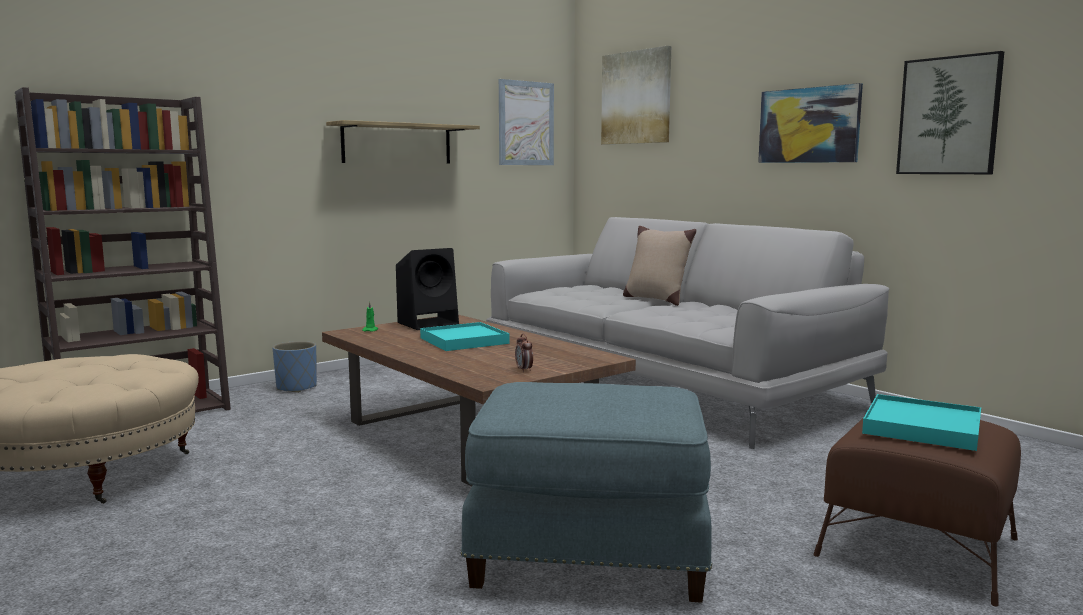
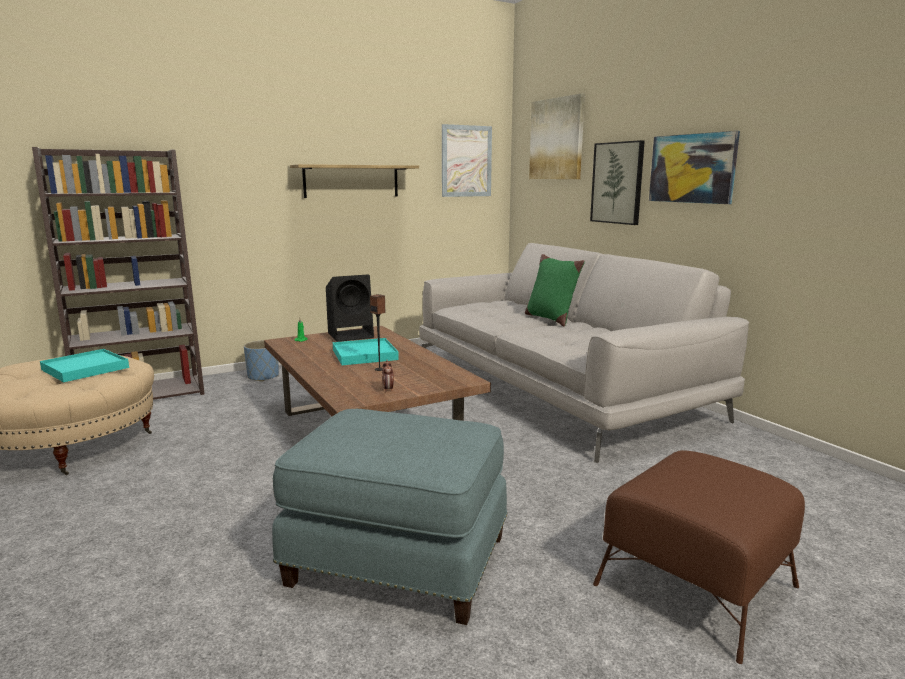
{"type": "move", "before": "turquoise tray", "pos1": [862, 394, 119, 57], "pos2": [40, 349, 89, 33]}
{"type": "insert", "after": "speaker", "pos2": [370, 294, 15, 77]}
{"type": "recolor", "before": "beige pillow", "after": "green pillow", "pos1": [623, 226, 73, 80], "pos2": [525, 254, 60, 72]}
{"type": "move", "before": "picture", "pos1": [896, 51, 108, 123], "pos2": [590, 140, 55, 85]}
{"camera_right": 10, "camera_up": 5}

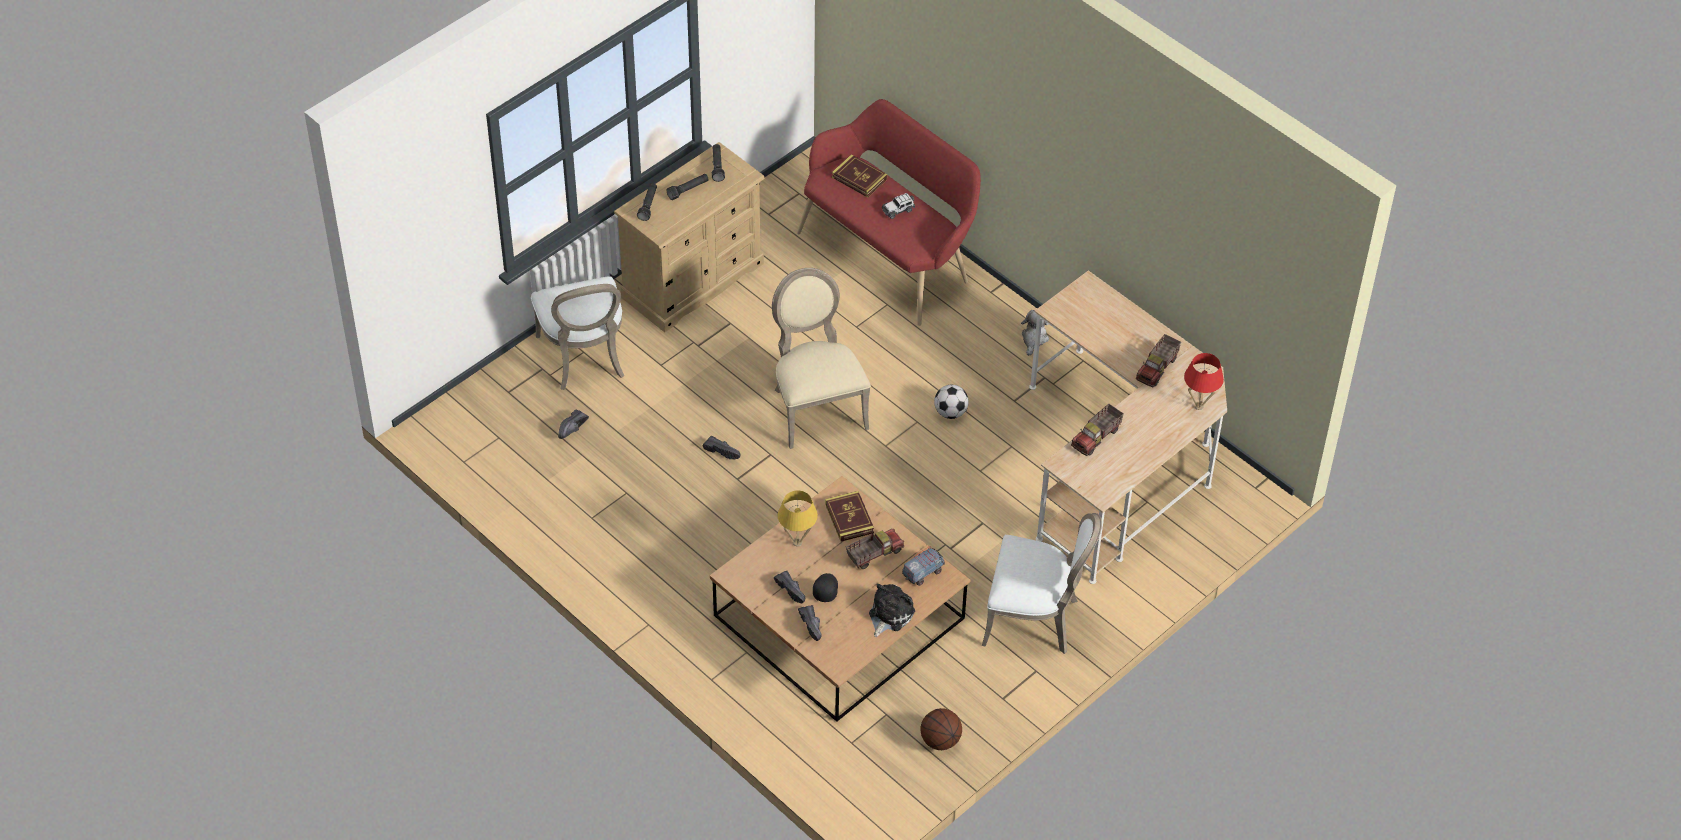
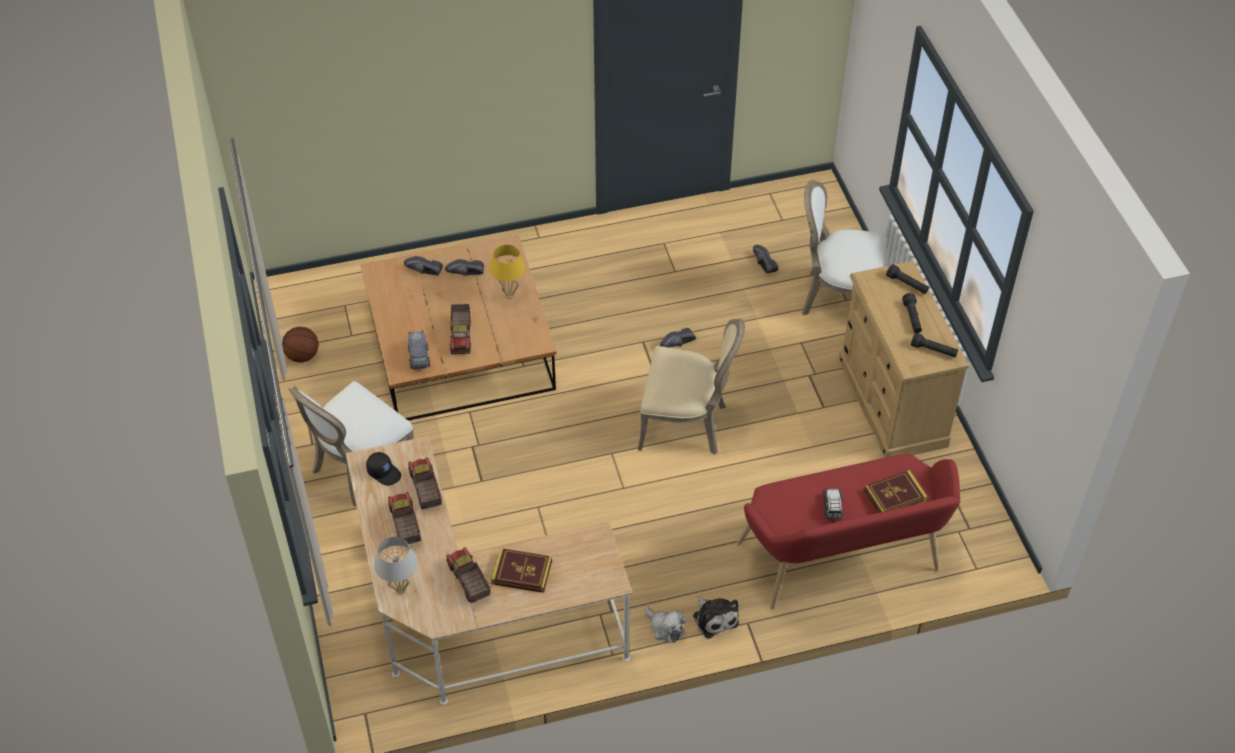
{"type": "move", "before": "black cap", "pos1": [813, 573, 25, 29], "pos2": [366, 452, 35, 34]}
{"type": "recolor", "before": "red table lamp", "after": "white table lamp", "pos1": [1184, 353, 40, 57], "pos2": [374, 537, 44, 58]}
{"type": "insert", "after": "toy truck", "pos2": [388, 492, 33, 52]}
{"type": "move", "before": "book", "pos1": [825, 491, 49, 51], "pos2": [491, 548, 61, 45]}
{"type": "move", "before": "plush toy", "pos1": [869, 584, 46, 53], "pos2": [693, 596, 46, 43]}
{"type": "delete", "before": "football", "pos1": [934, 385, 35, 34]}
{"camera_right": 120, "camera_up": 0}

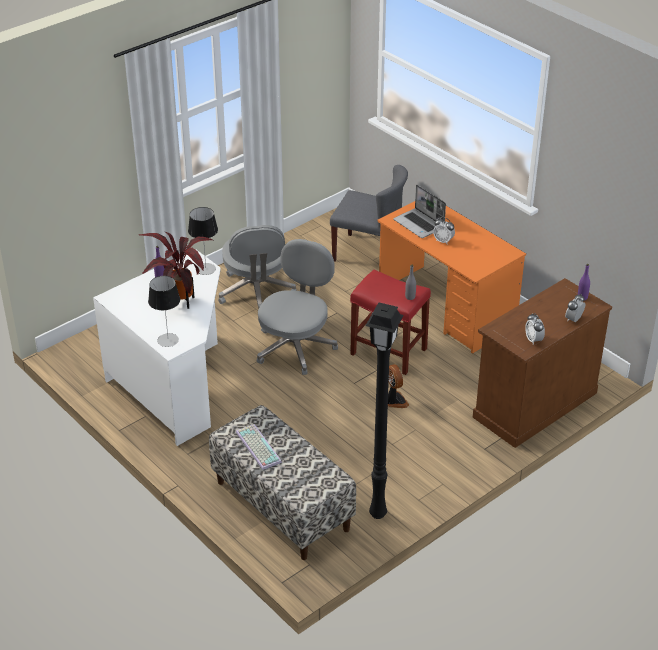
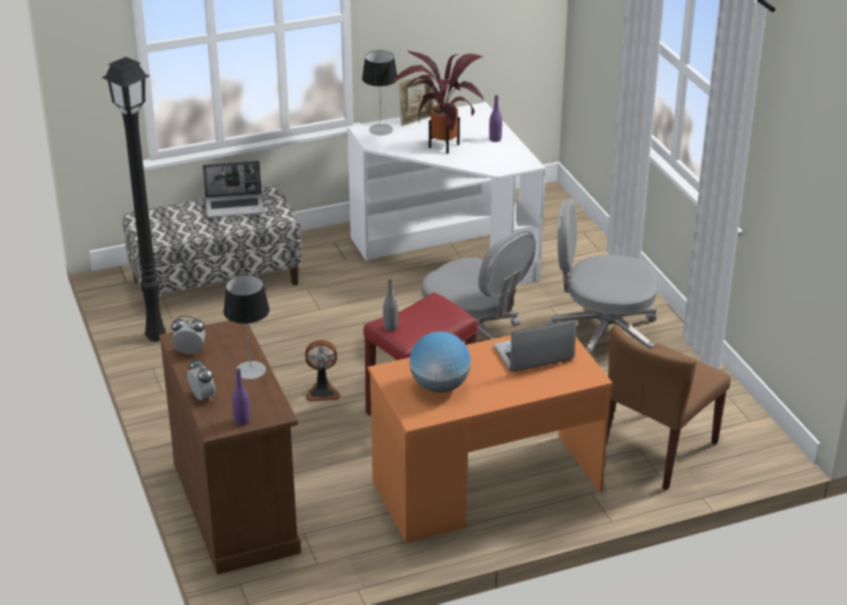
{"type": "replace", "before": "keyboard", "after": "laptop", "pos1": [236, 424, 46, 46], "pos2": [203, 161, 61, 57]}
{"type": "move", "before": "table lamp", "pos1": [188, 207, 30, 68], "pos2": [224, 275, 46, 104]}
{"type": "insert", "after": "picture frame", "pos2": [399, 72, 35, 54]}
{"type": "insert", "after": "globe", "pos2": [410, 331, 61, 62]}
{"type": "recolor", "before": "grey chair", "after": "brown chair", "pos1": [330, 165, 78, 97], "pos2": [606, 325, 125, 165]}
{"type": "delete", "before": "alarm clock", "pos1": [433, 217, 22, 28]}
{"camera_right": 110, "camera_up": -5}

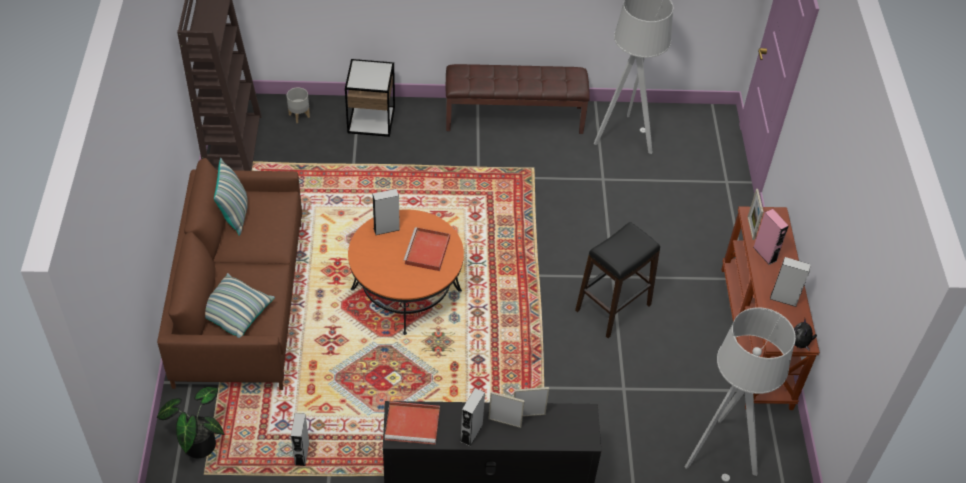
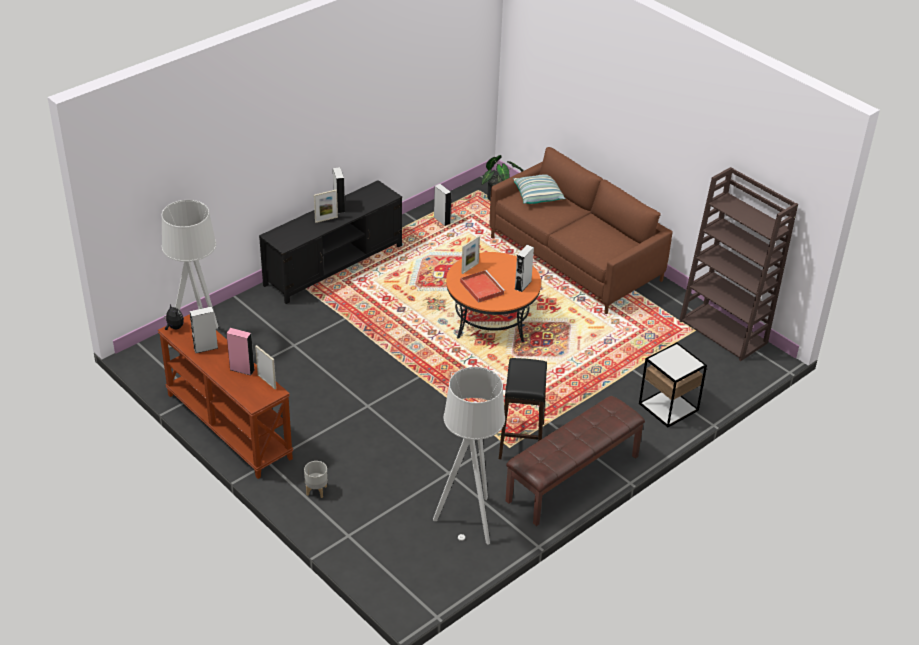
{"type": "move", "before": "grey planter", "pos1": [287, 87, 23, 36], "pos2": [304, 461, 24, 37]}
{"type": "move", "before": "picture frame", "pos1": [514, 387, 35, 30], "pos2": [461, 236, 19, 38]}
{"type": "move", "before": "black stool", "pos1": [575, 222, 85, 116], "pos2": [499, 358, 48, 101]}
{"type": "delete", "before": "pillow", "pos1": [214, 158, 34, 78]}
{"type": "delete", "before": "red tray", "pos1": [385, 401, 55, 44]}
{"camera_right": 140, "camera_up": -10}

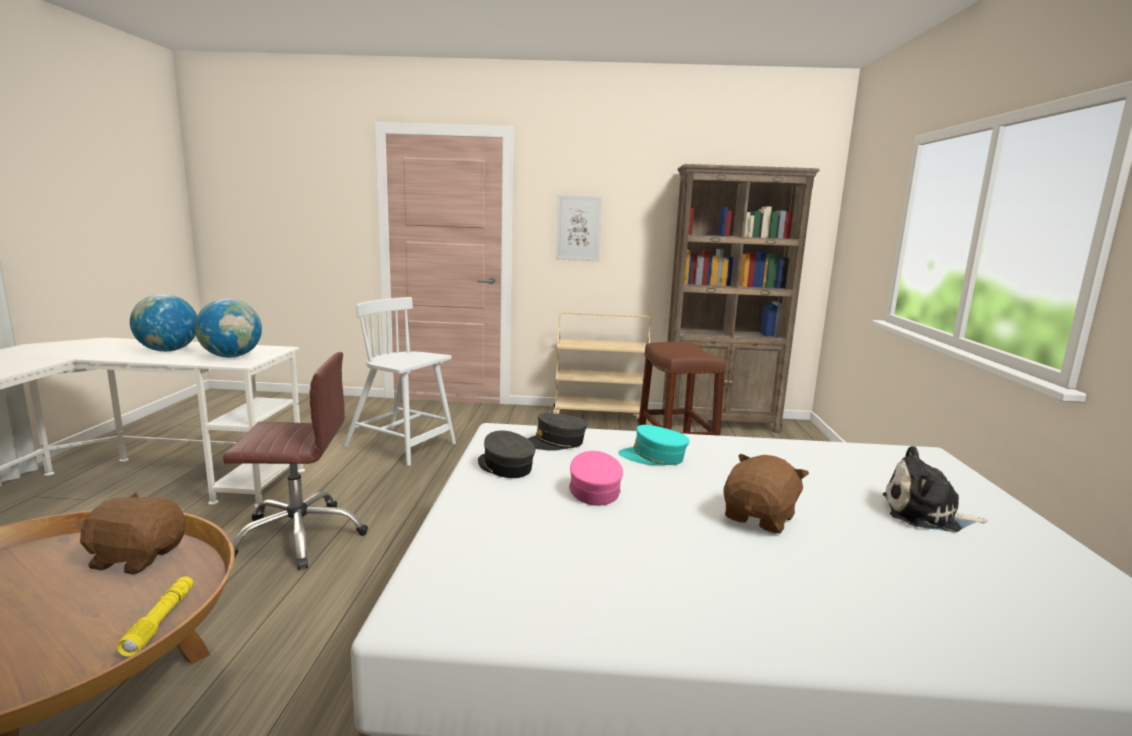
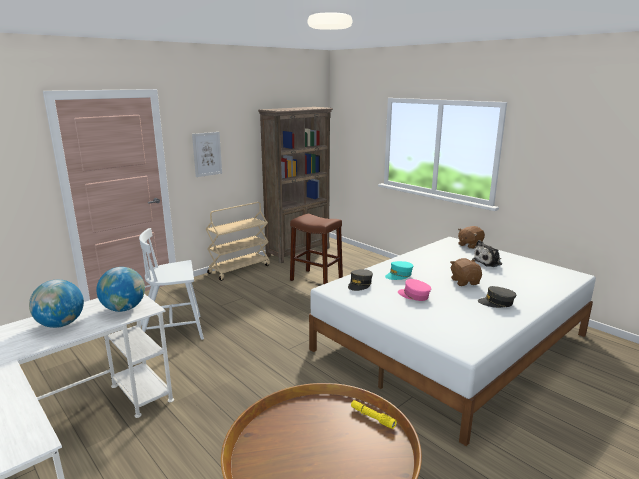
{"type": "move", "before": "brown plush toy", "pos1": [75, 492, 111, 83], "pos2": [458, 226, 27, 23]}
{"type": "move", "before": "grey cap", "pos1": [478, 430, 58, 48], "pos2": [478, 286, 38, 22]}
{"type": "delete", "before": "brown office chair", "pos1": [223, 352, 145, 218]}
{"camera_right": -45, "camera_up": 5}

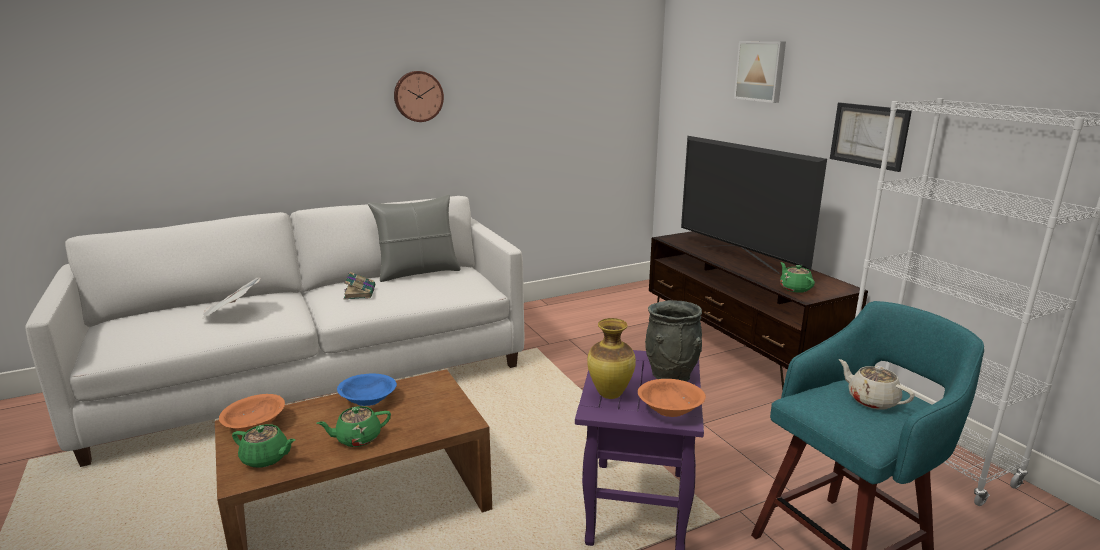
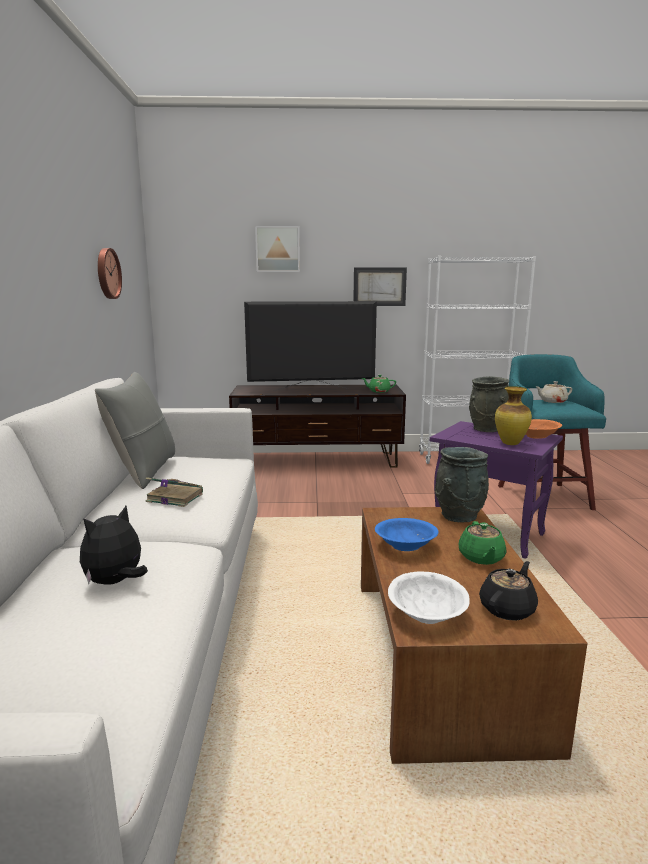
{"type": "replace", "before": "newspaper", "after": "plush toy", "pos1": [201, 278, 59, 42], "pos2": [80, 506, 68, 79]}
{"type": "move", "before": "wall clock", "pos1": [394, 71, 50, 51], "pos2": [98, 248, 24, 51]}
{"type": "recolor", "before": "orange bowl", "after": "white bowl", "pos1": [219, 394, 66, 38], "pos2": [388, 571, 82, 53]}
{"type": "insert", "after": "grey vase", "pos2": [435, 447, 54, 75]}
{"type": "recolor", "before": "green teapot", "after": "black teapot", "pos1": [232, 424, 64, 44], "pos2": [479, 561, 59, 60]}
{"camera_right": -65, "camera_up": -5}

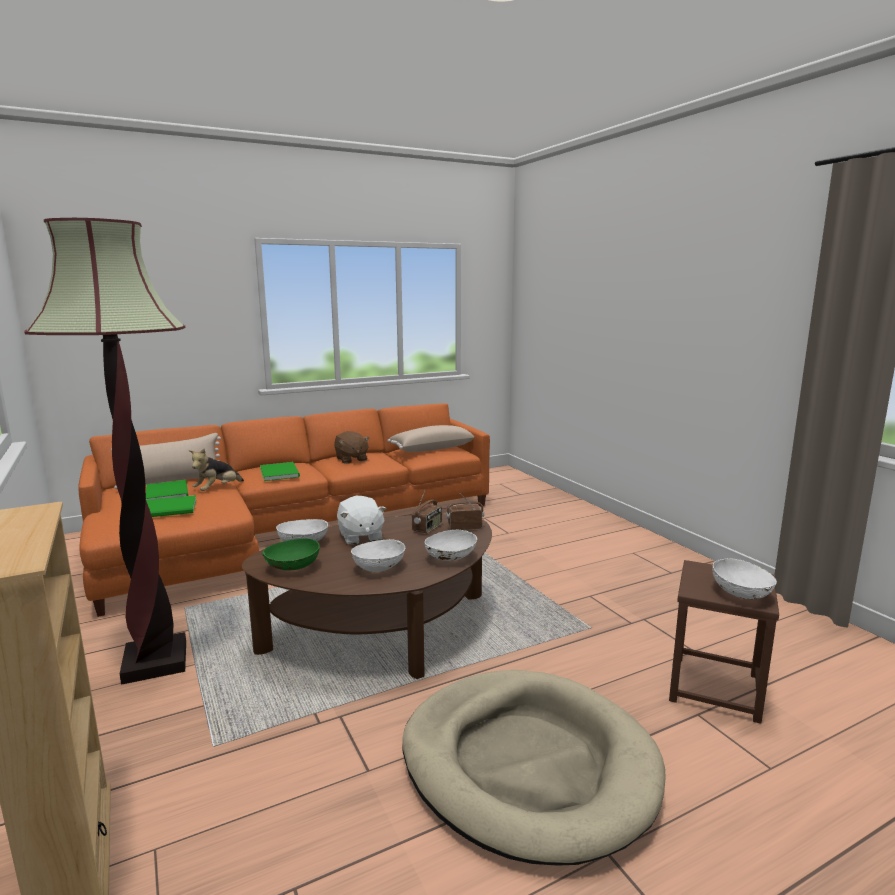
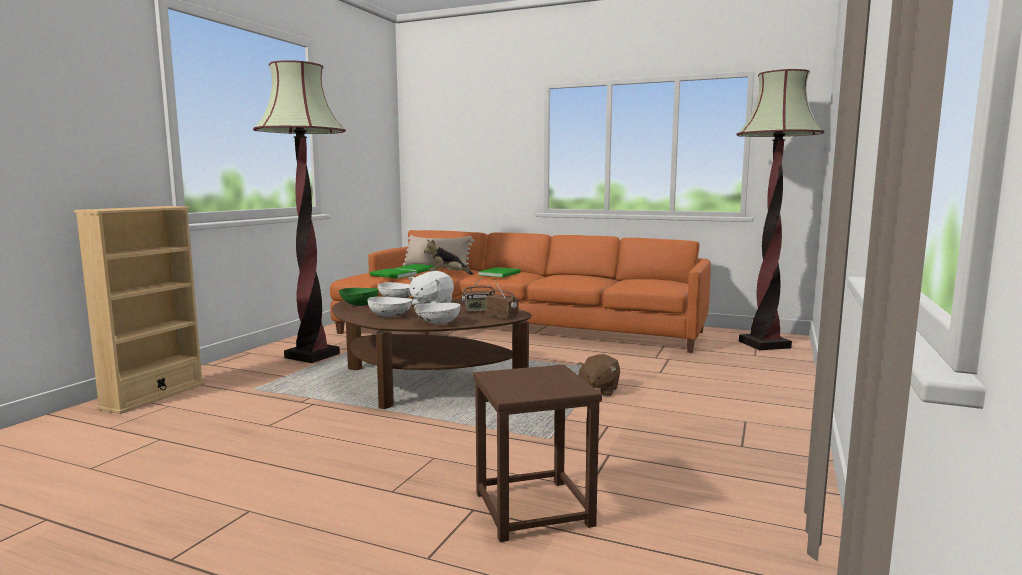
{"type": "move", "before": "brown plush toy", "pos1": [334, 431, 36, 33], "pos2": [577, 354, 43, 43]}
{"type": "insert", "after": "floor lamp", "pos2": [736, 69, 88, 281]}
{"type": "delete", "before": "beige pillow", "pos1": [387, 425, 87, 27]}
{"type": "delete", "before": "beige dog bed", "pos1": [402, 670, 264, 196]}
{"type": "delete", "before": "white bowl", "pos1": [712, 558, 65, 42]}
{"camera_right": 50, "camera_up": -5}

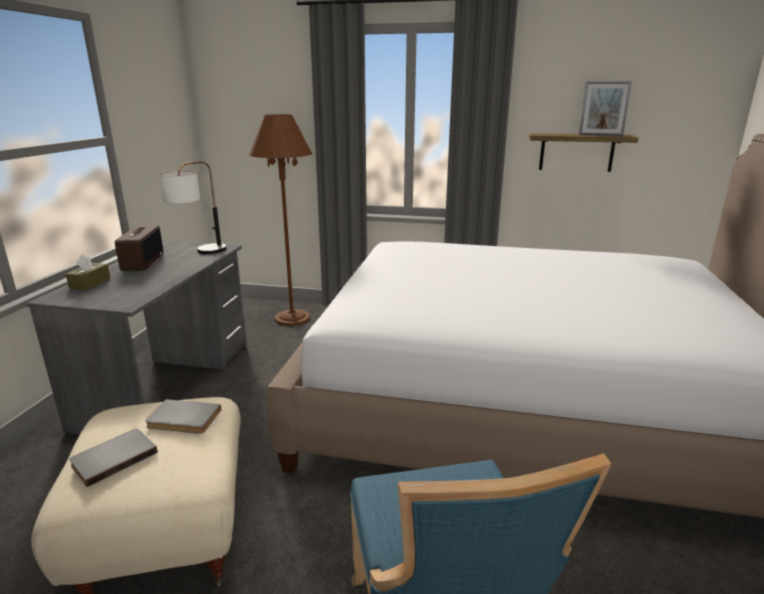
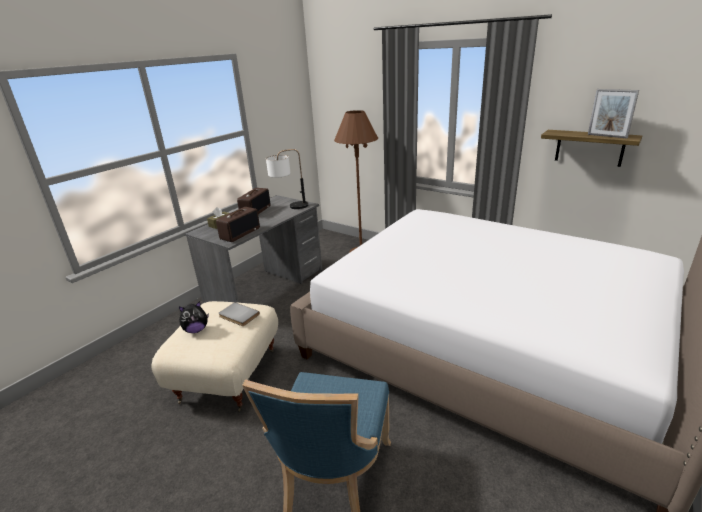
{"type": "replace", "before": "grey book", "after": "plush toy", "pos1": [69, 429, 89, 58], "pos2": [179, 301, 30, 32]}
{"type": "insert", "after": "radio", "pos2": [216, 207, 44, 35]}
{"camera_right": 25, "camera_up": 5}

